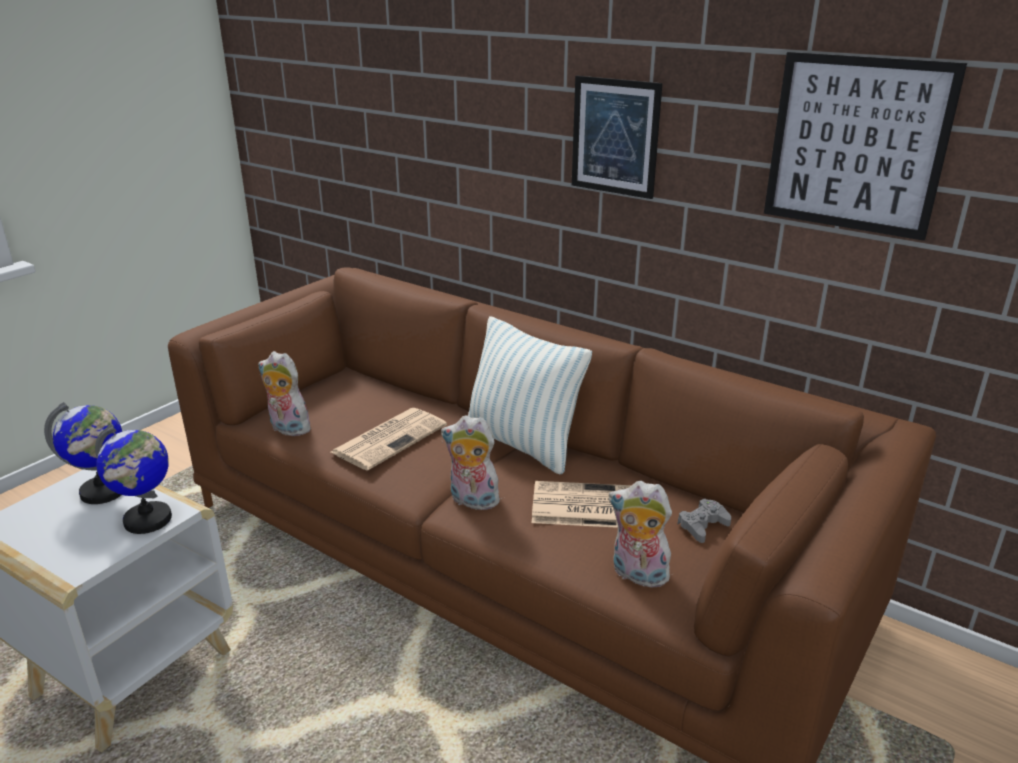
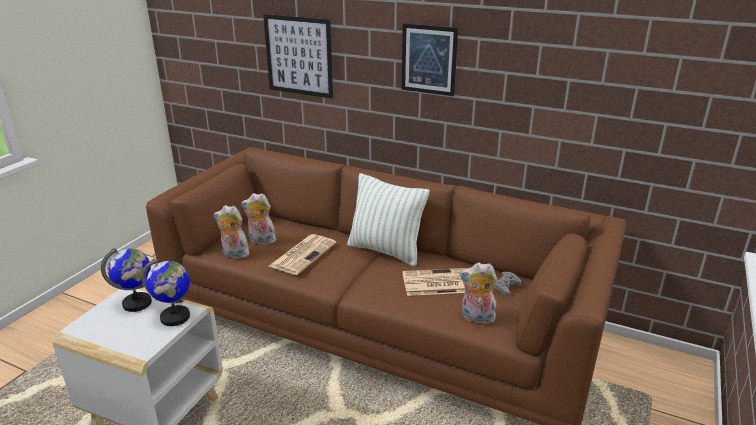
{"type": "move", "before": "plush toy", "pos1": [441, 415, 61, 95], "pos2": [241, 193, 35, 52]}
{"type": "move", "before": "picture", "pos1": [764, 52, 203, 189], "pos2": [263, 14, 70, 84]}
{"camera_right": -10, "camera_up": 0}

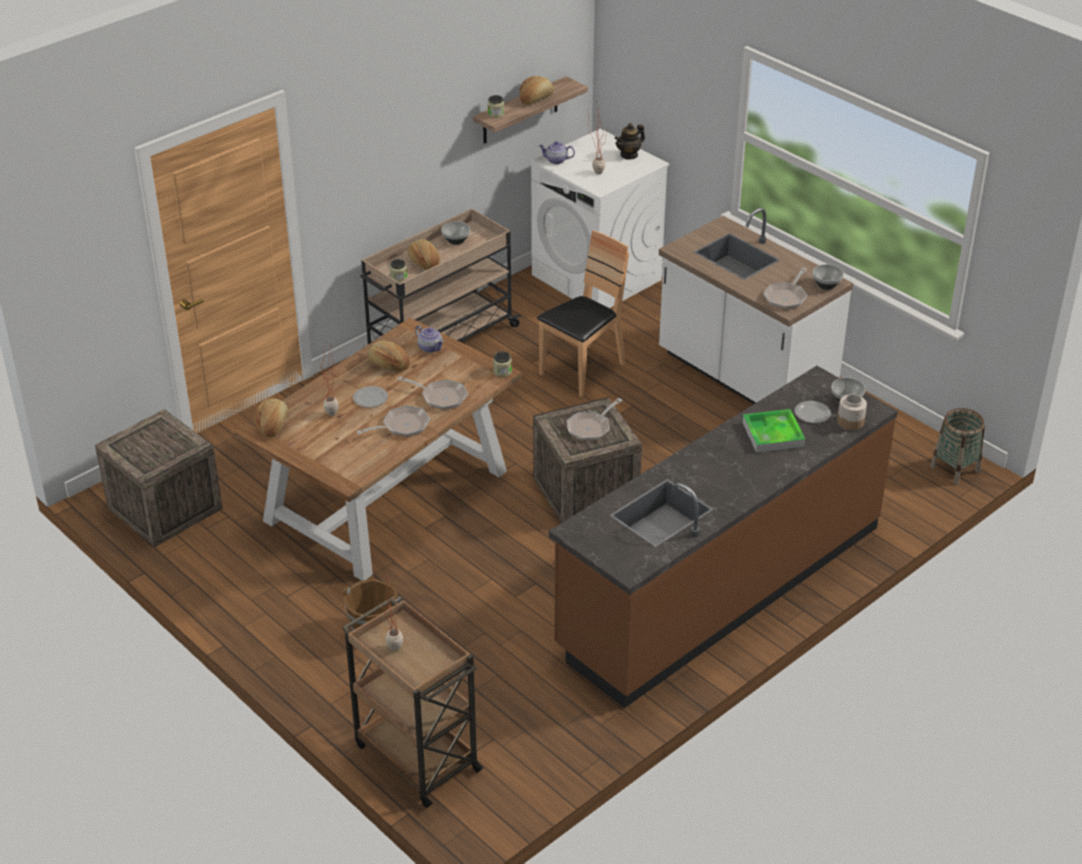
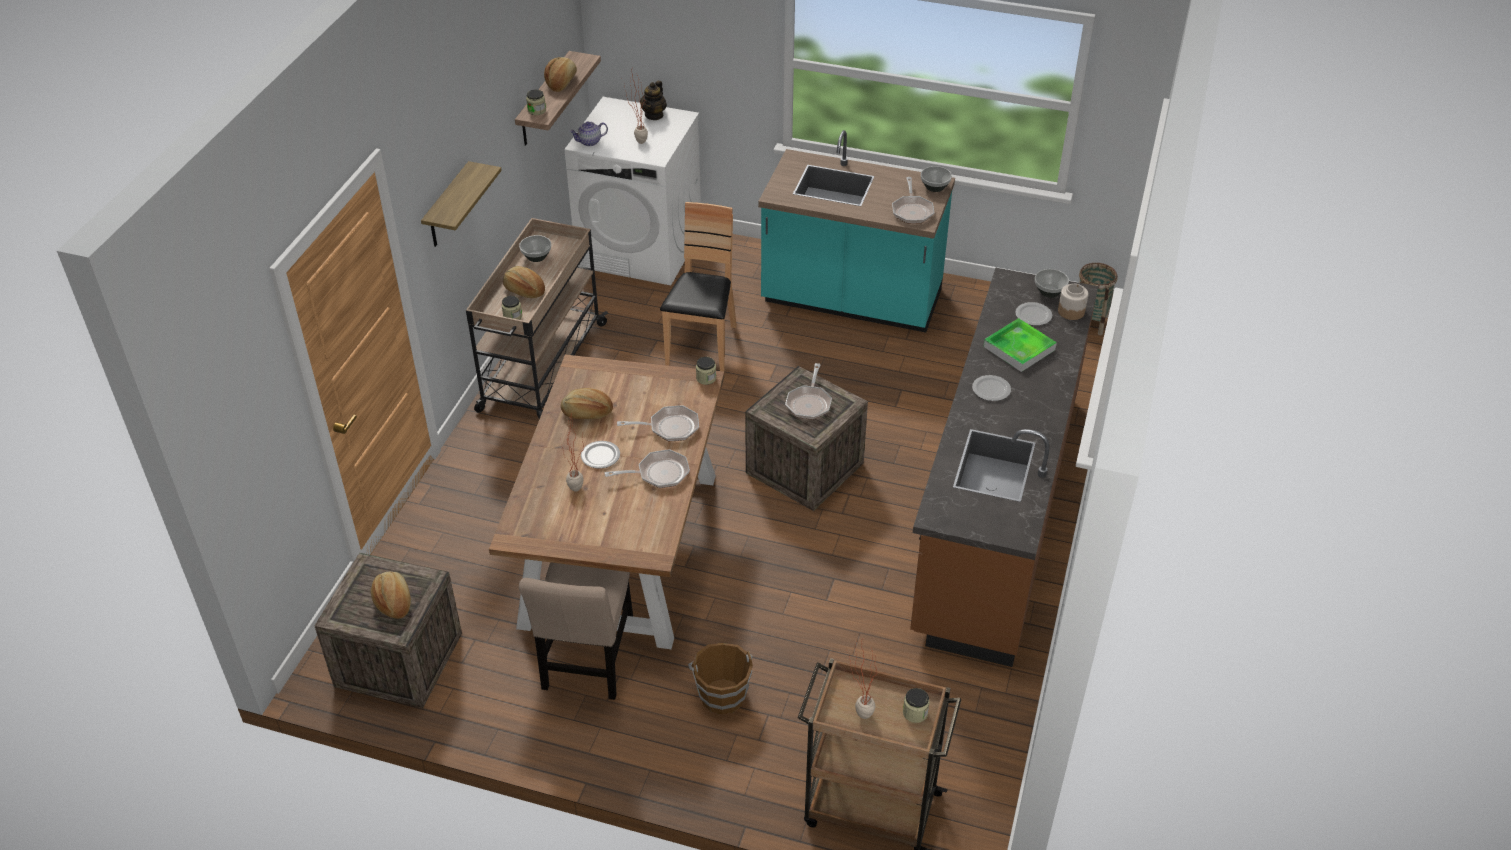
{"type": "move", "before": "bread", "pos1": [255, 399, 34, 39], "pos2": [371, 572, 40, 47]}
{"type": "insert", "after": "shelf", "pos2": [421, 161, 81, 86]}
{"type": "insert", "after": "beige chair", "pos2": [519, 562, 114, 138]}
{"type": "rotate", "before": "frying pan", "pos1": [356, 405, 74, 32], "pos2": [605, 449, 85, 39], "turn": 45}
{"type": "recolor", "before": "white counter", "after": "turquoise counter", "pos1": [659, 208, 194, 196], "pos2": [758, 130, 197, 203]}
{"type": "insert", "after": "jar", "pos2": [903, 688, 27, 35]}
{"type": "insert", "after": "plate", "pos2": [972, 375, 39, 26]}
{"type": "delete", "before": "teapot", "pos1": [415, 325, 29, 28]}
{"camera_right": -30, "camera_up": 5}

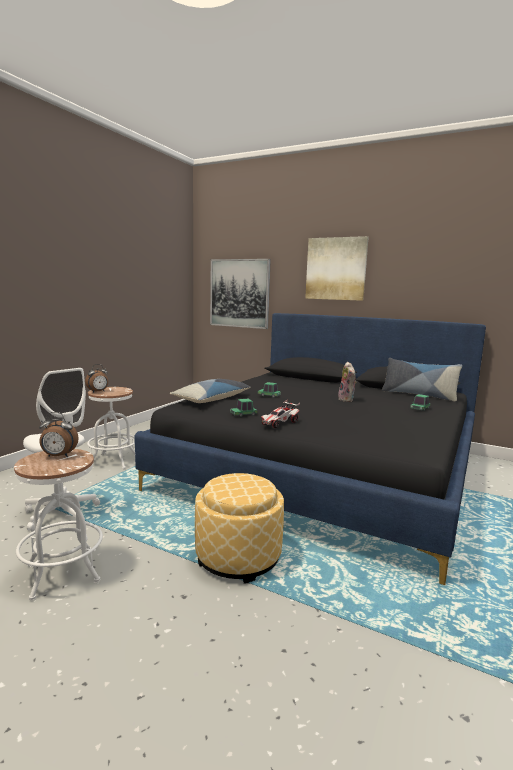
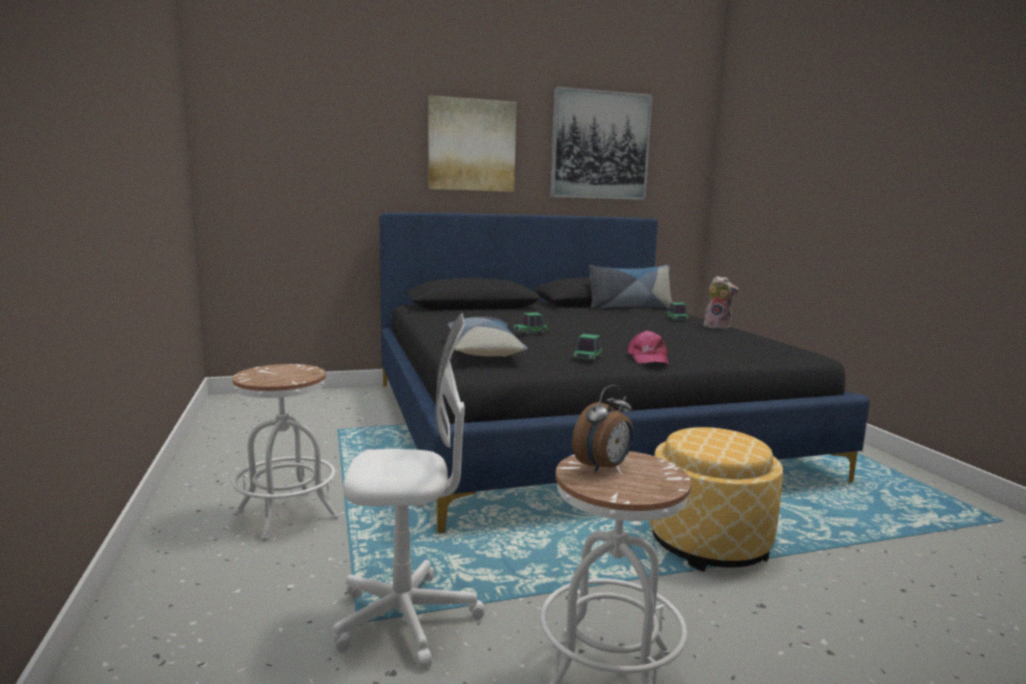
{"type": "move", "before": "picture", "pos1": [210, 259, 61, 70], "pos2": [550, 86, 103, 114]}
{"type": "replace", "before": "toy car", "after": "pink cap", "pos1": [261, 400, 39, 28], "pos2": [627, 330, 42, 34]}
{"type": "move", "before": "plush toy", "pos1": [338, 362, 19, 40], "pos2": [702, 276, 37, 53]}
{"type": "delete", "before": "alarm clock", "pos1": [85, 364, 23, 29]}
{"camera_right": -45, "camera_up": 0}

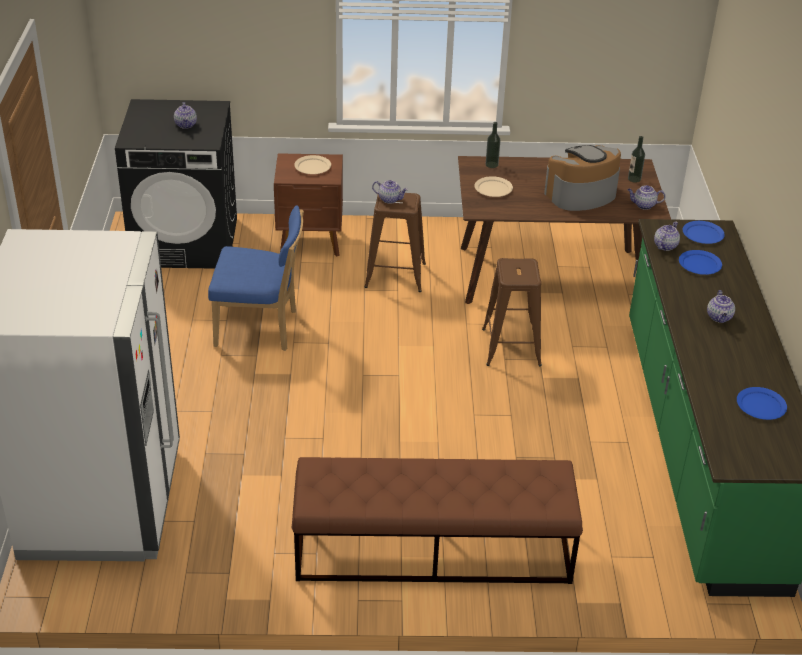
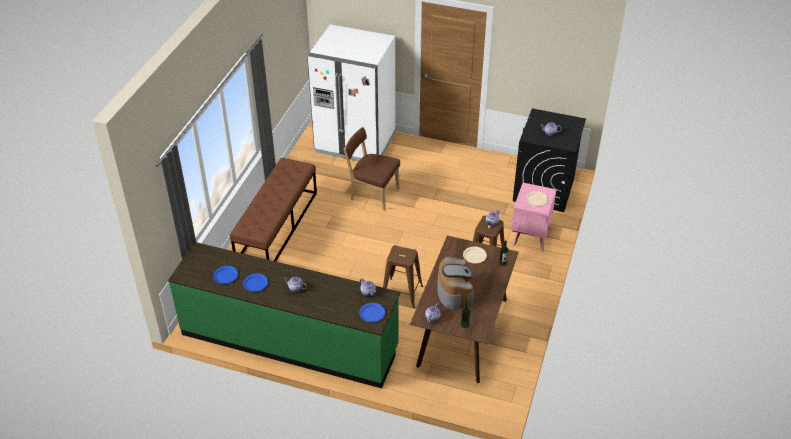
{"type": "move", "before": "blue plate", "pos1": [679, 250, 43, 25], "pos2": [243, 273, 25, 19]}
{"type": "insert", "after": "brown chair", "pos2": [344, 127, 56, 84]}
{"type": "recolor", "before": "brown nightstand", "after": "pink nightstand", "pos1": [274, 153, 69, 103], "pos2": [511, 183, 45, 69]}
{"type": "delete", "before": "blue chair", "pos1": [208, 205, 96, 146]}
{"camera_right": 110, "camera_up": 5}

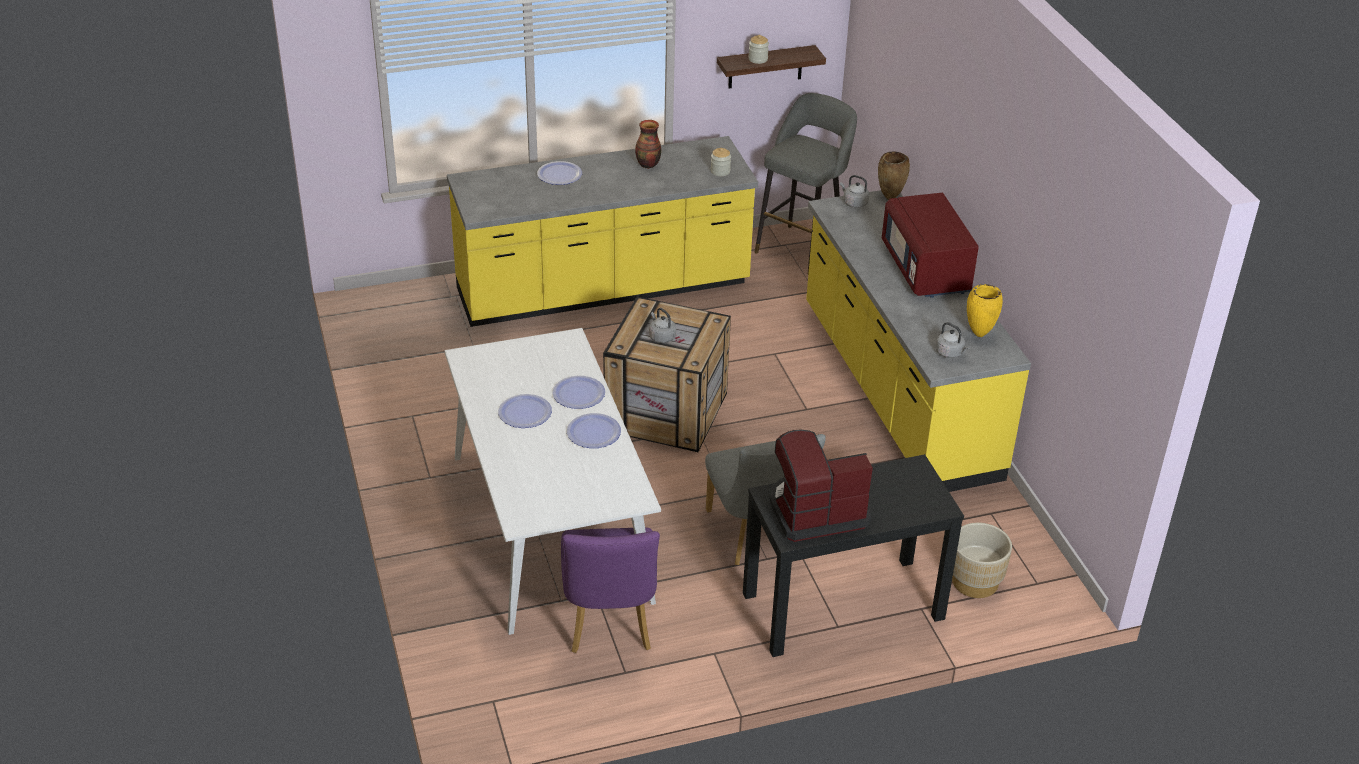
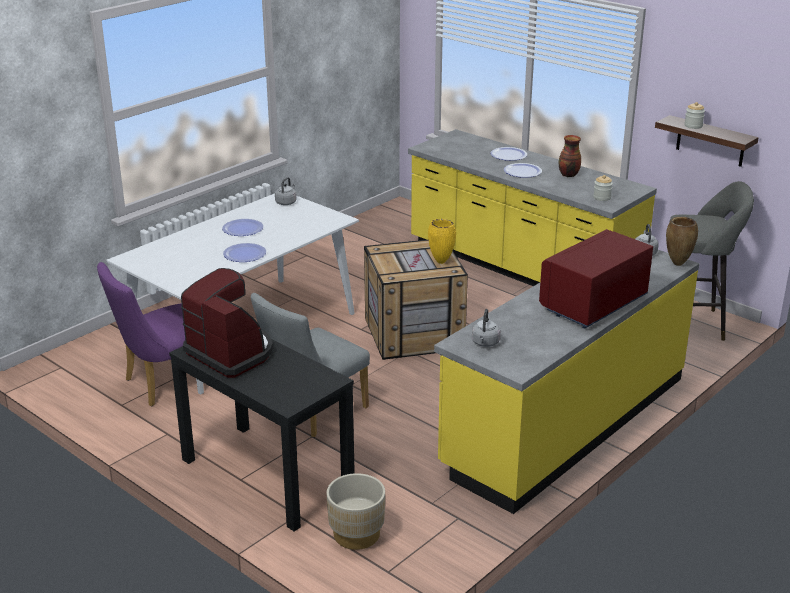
{"type": "move", "before": "grey kettle", "pos1": [649, 308, 27, 35], "pos2": [275, 177, 21, 28]}
{"type": "move", "before": "yellow vase", "pos1": [967, 284, 36, 53], "pos2": [428, 219, 28, 45]}
{"type": "move", "before": "plate", "pos1": [552, 376, 53, 33], "pos2": [504, 163, 38, 15]}
{"camera_right": 60, "camera_up": -10}

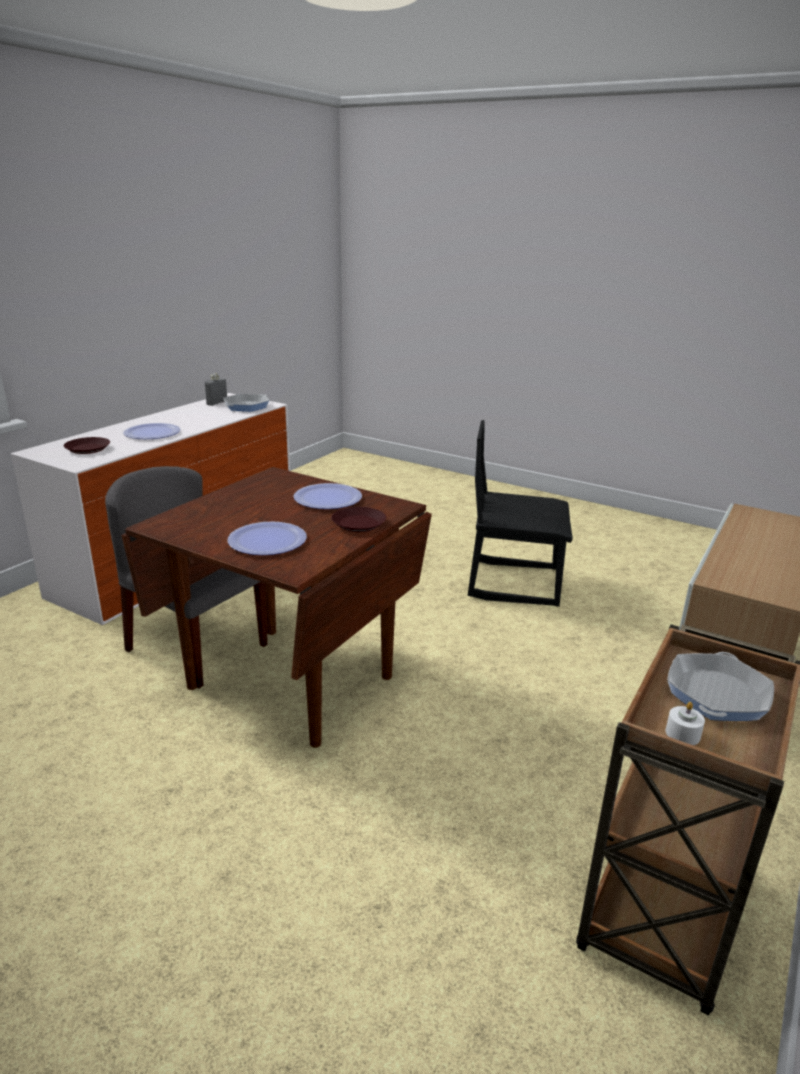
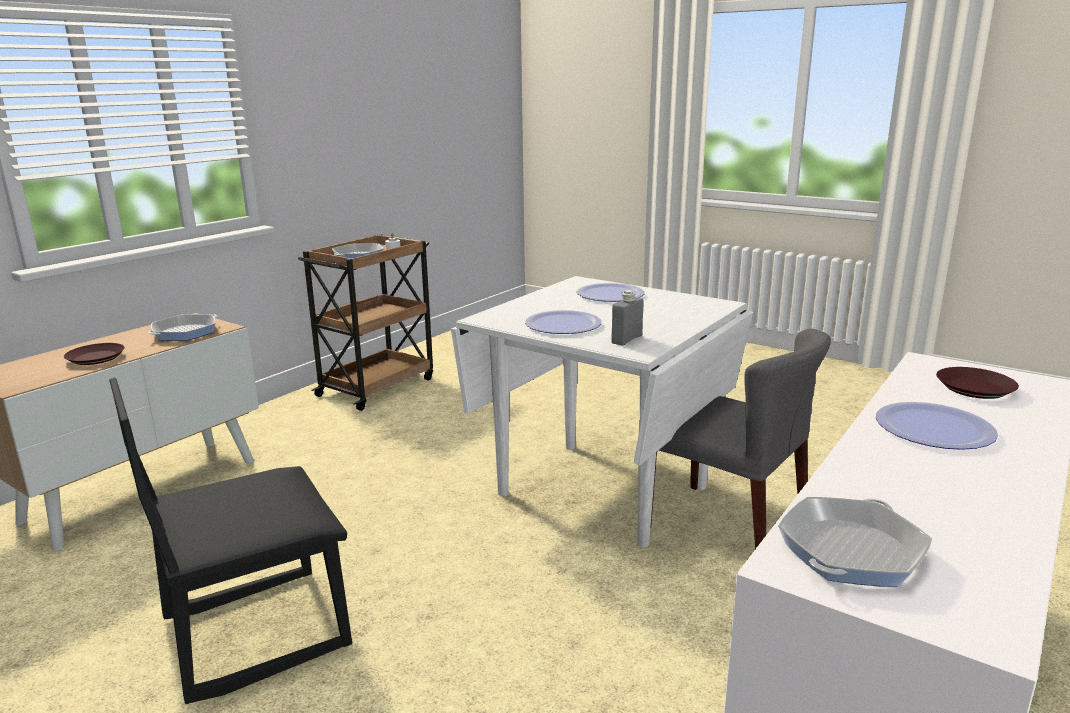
{"type": "move", "before": "brown plate", "pos1": [331, 507, 55, 25], "pos2": [64, 343, 61, 22]}
{"type": "rotate", "before": "black chair", "pos1": [468, 420, 105, 186], "pos2": [109, 378, 243, 326], "turn": 135}
{"type": "insert", "after": "frying pan", "pos2": [148, 314, 69, 27]}
{"type": "recolor", "before": "brown dining table", "after": "white dining table", "pos1": [121, 467, 311, 281], "pos2": [451, 276, 302, 272]}
{"type": "move", "before": "grey bottle", "pos1": [205, 374, 22, 32], "pos2": [611, 290, 33, 56]}
{"camera_right": -175, "camera_up": -5}

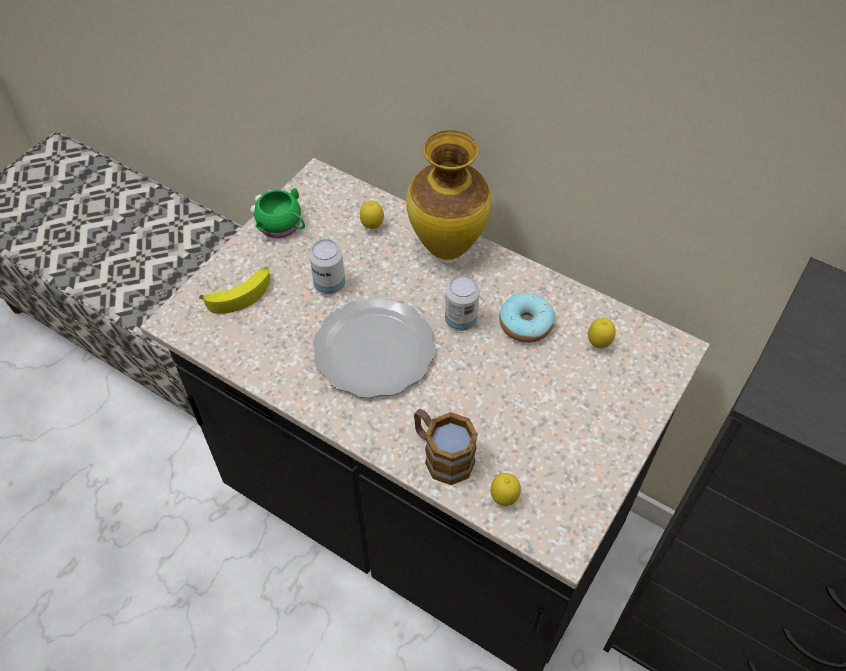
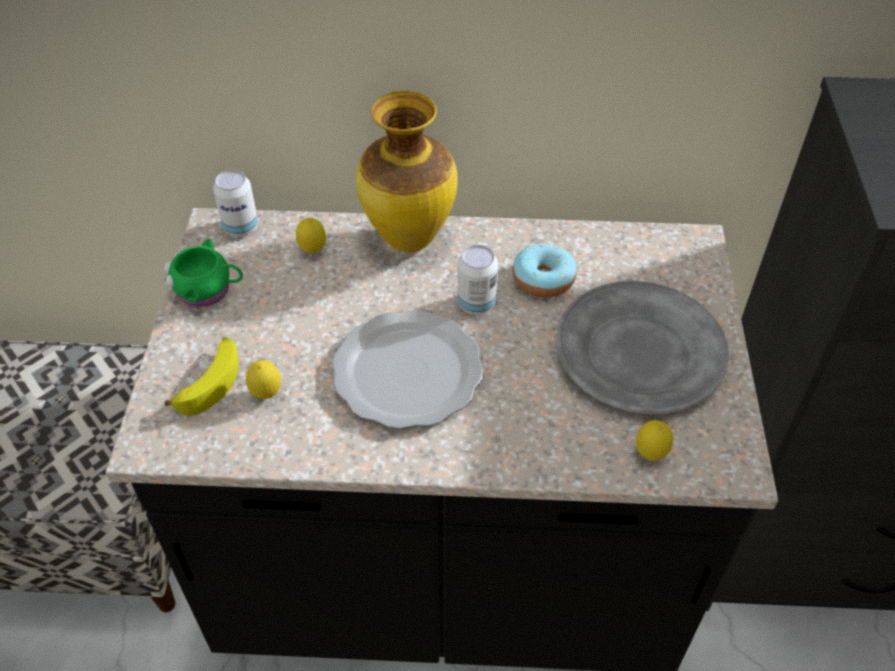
{"type": "move", "before": "can", "pos1": [309, 239, 36, 55], "pos2": [213, 170, 45, 66]}
{"type": "move", "before": "lemon", "pos1": [588, 318, 28, 30], "pos2": [246, 360, 35, 39]}
{"type": "insert", "after": "grey plate", "pos2": [556, 281, 173, 133]}
{"type": "delete", "before": "mug", "pos1": [414, 409, 64, 76]}
{"camera_right": -30, "camera_up": -5}

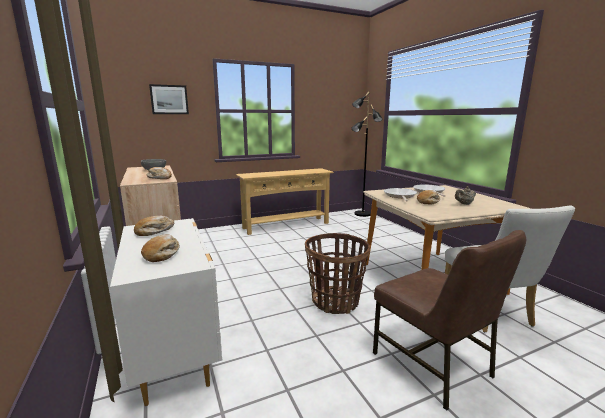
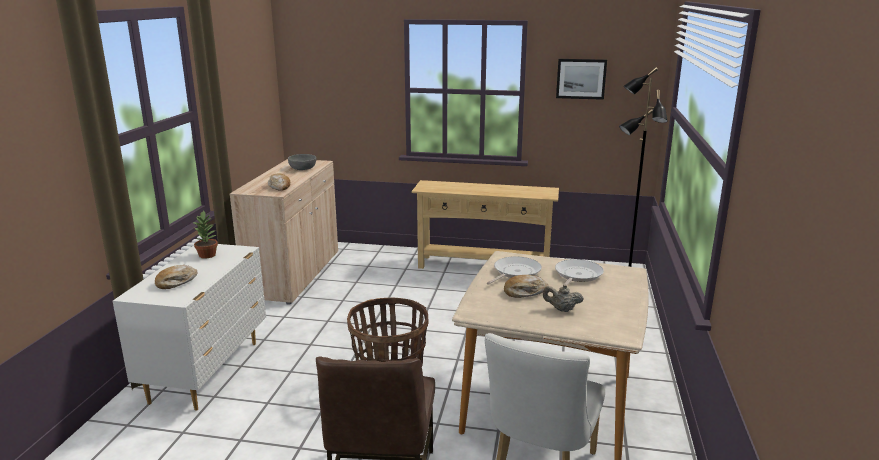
{"type": "replace", "before": "bread", "after": "potted plant", "pos1": [134, 216, 40, 20], "pos2": [192, 211, 26, 48]}
{"type": "move", "before": "picture", "pos1": [149, 84, 40, 30], "pos2": [556, 59, 51, 41]}
{"camera_right": 35, "camera_up": 5}

